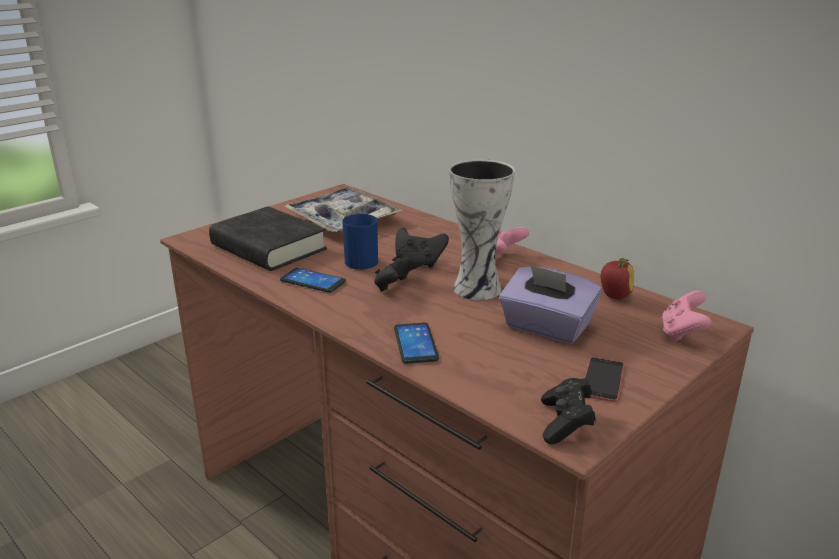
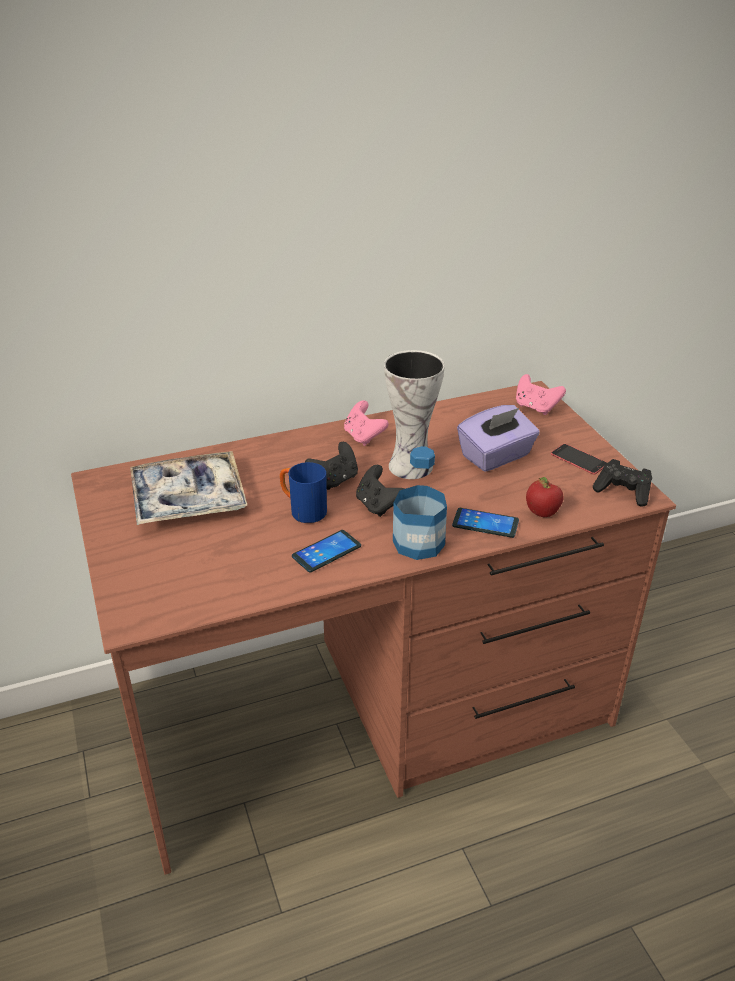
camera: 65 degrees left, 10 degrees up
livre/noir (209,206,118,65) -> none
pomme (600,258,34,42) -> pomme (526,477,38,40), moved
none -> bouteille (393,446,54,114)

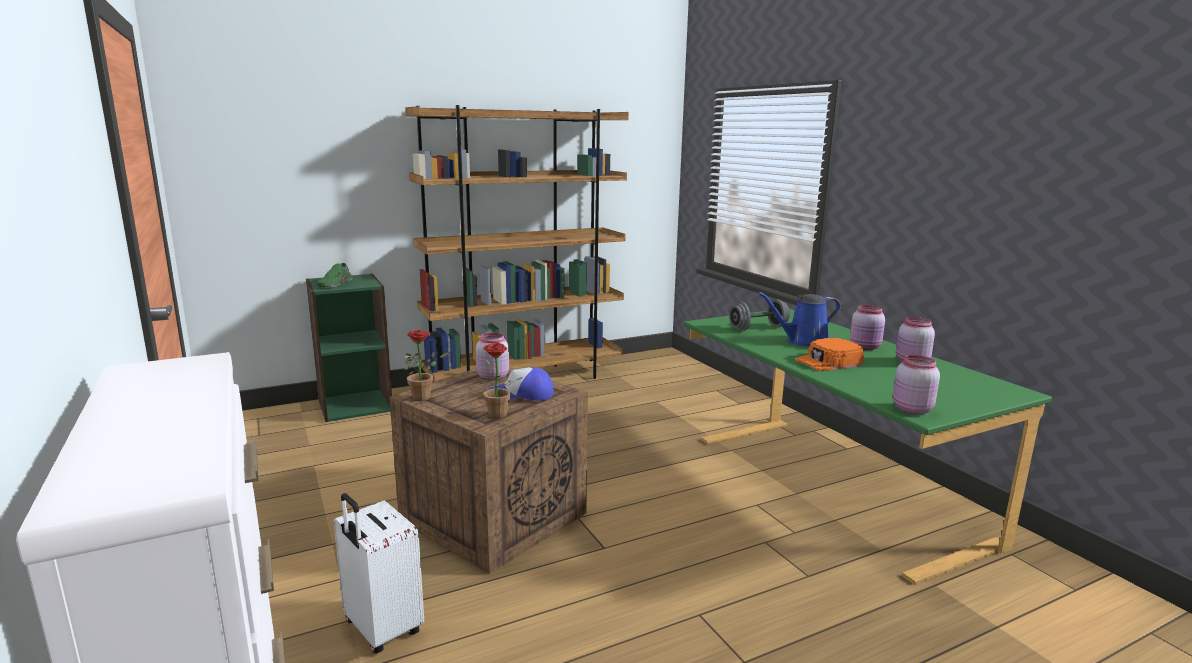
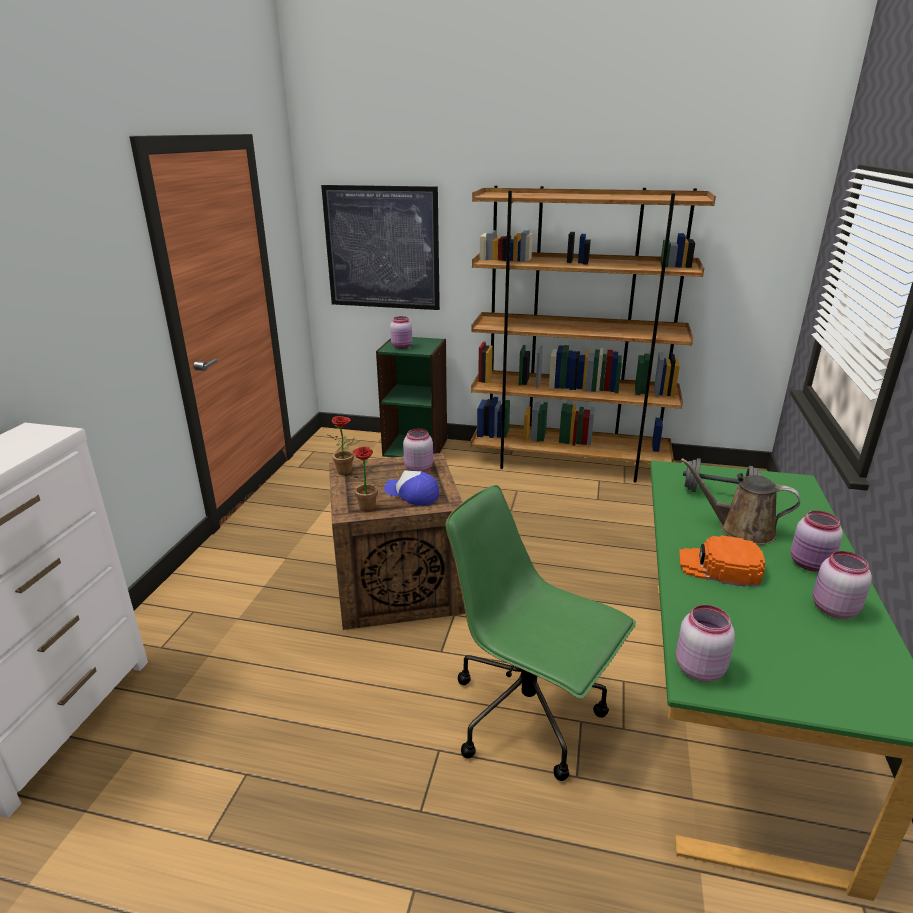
camera: 40 degrees right, 10 degrees up
chaussure/vert (317,263,36,24) -> bocal/rose (390,316,22,33)
valise/blanc (334,493,90,161) -> none
arrosoir/bleu (758,292,83,55) -> arrosoir/marron (681,458,119,87)
none -> tableau (321,185,119,125)
none -> chaise de bureau/vert (445,485,191,296)

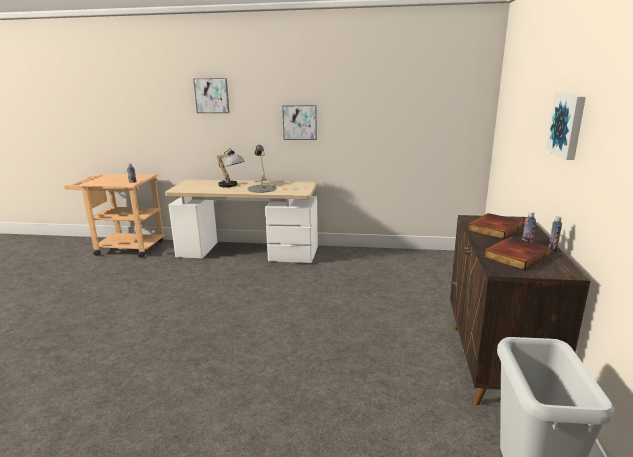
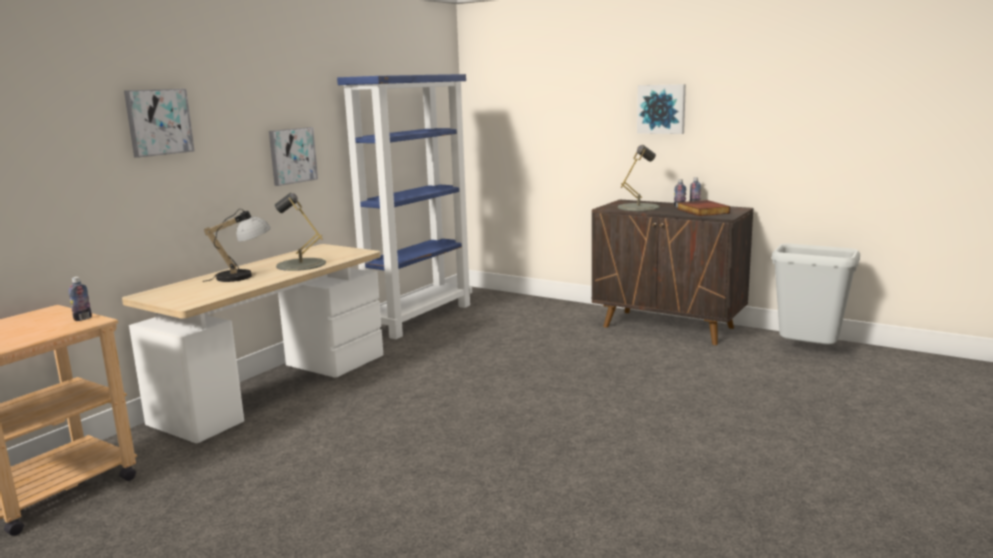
camera: 65 degrees left, 5 degrees down
livre (468,213,54,26) -> lampe de table/gris (618,145,42,66)
none -> bibliothèque/bleu (337,74,135,265)

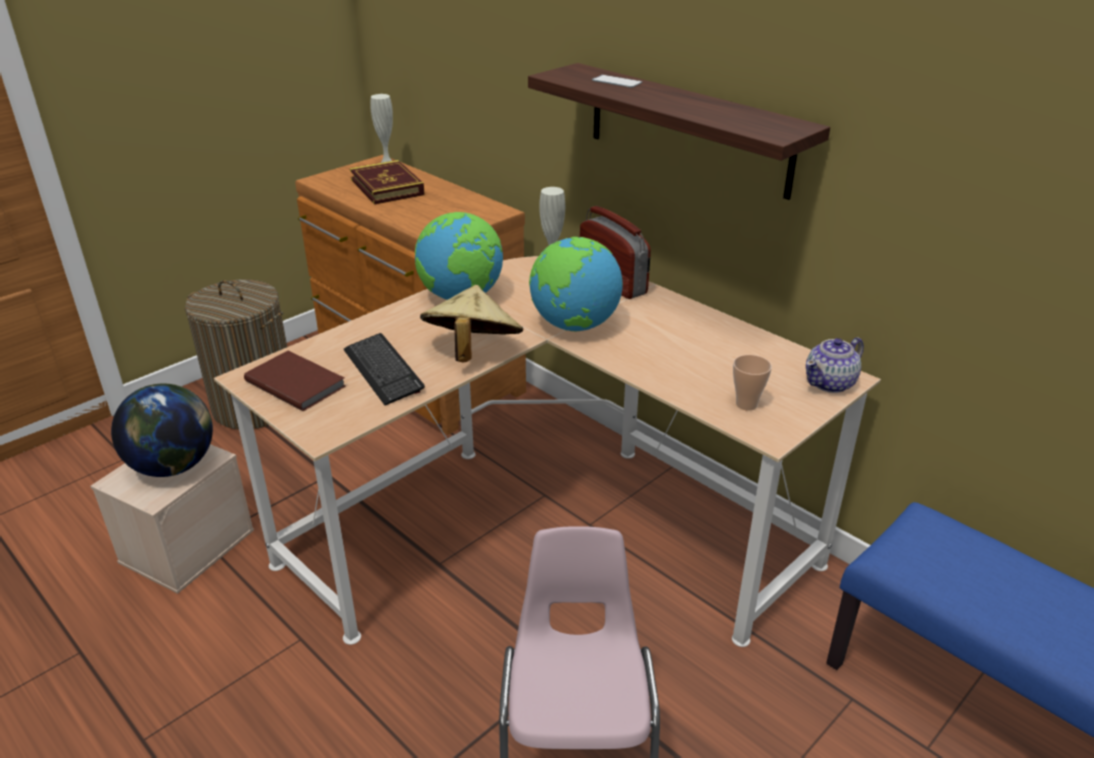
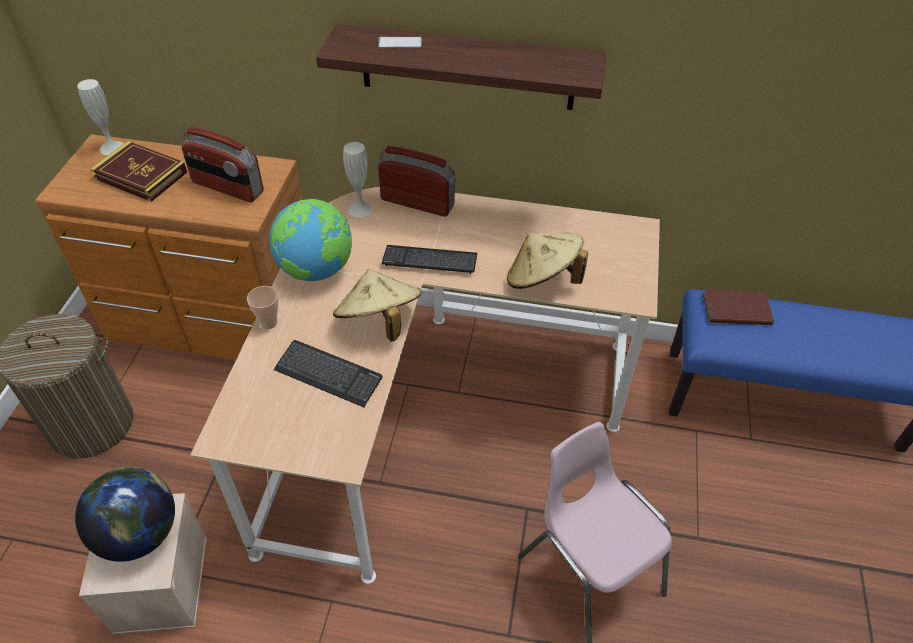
camera: 35 degrees left, 15 degrees up
livre/marron (244,350,102,61) -> livre/marron (703,289,71,36), moved
globe (529,237,94,94) -> clavier (382,245,95,29)
tasse (733,355,39,55) -> tasse (247,286,32,43), moved
théière (806,337,58,56) -> none
none -> radio (182,127,82,75)
none -> chapeau/beige (507,233,81,56)

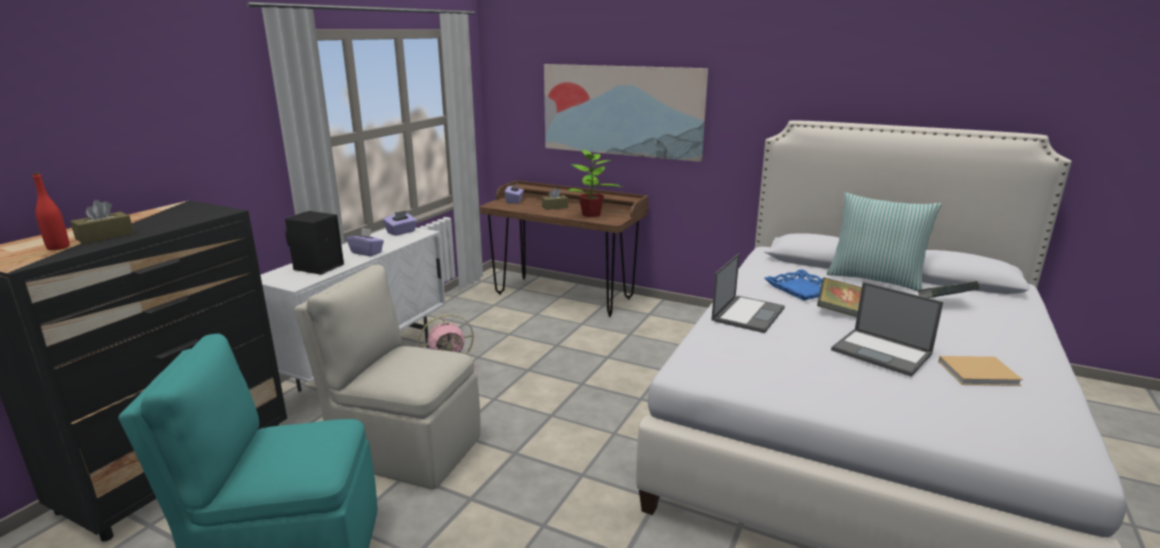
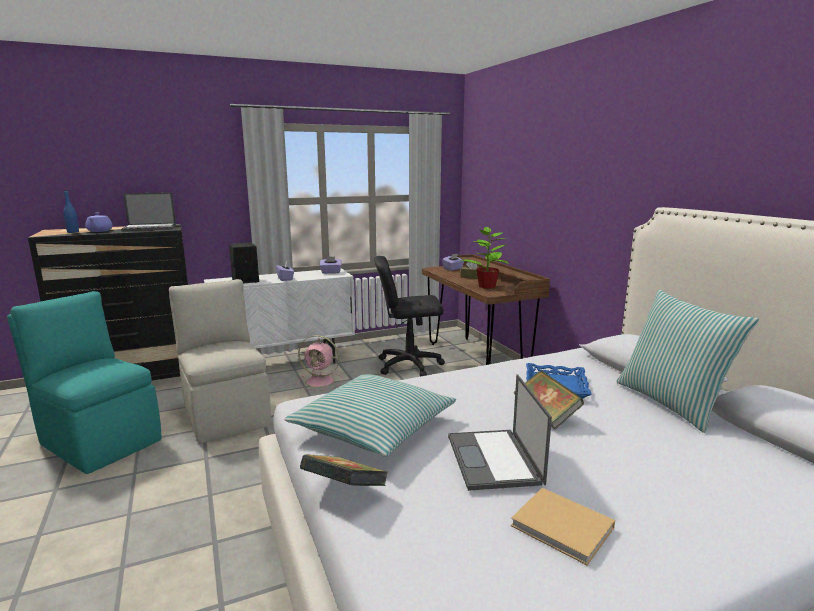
camera: 40 degrees right, 5 degrees down
bouteille/rouge (33,172,36,78) -> bouteille/bleu (64,190,15,43)
boîte à mouchoirs/marron (70,200,64,44) -> théière/violet (85,212,28,20)
tableau (544,64,164,98) -> none
ordinateur portable (711,253,74,80) -> ordinateur portable (121,192,55,39), moved
livre (916,281,63,17) -> livre (300,454,88,32), moved
none -> coussin (284,374,172,83)
none -> chaise de bureau/noir (374,256,71,121)

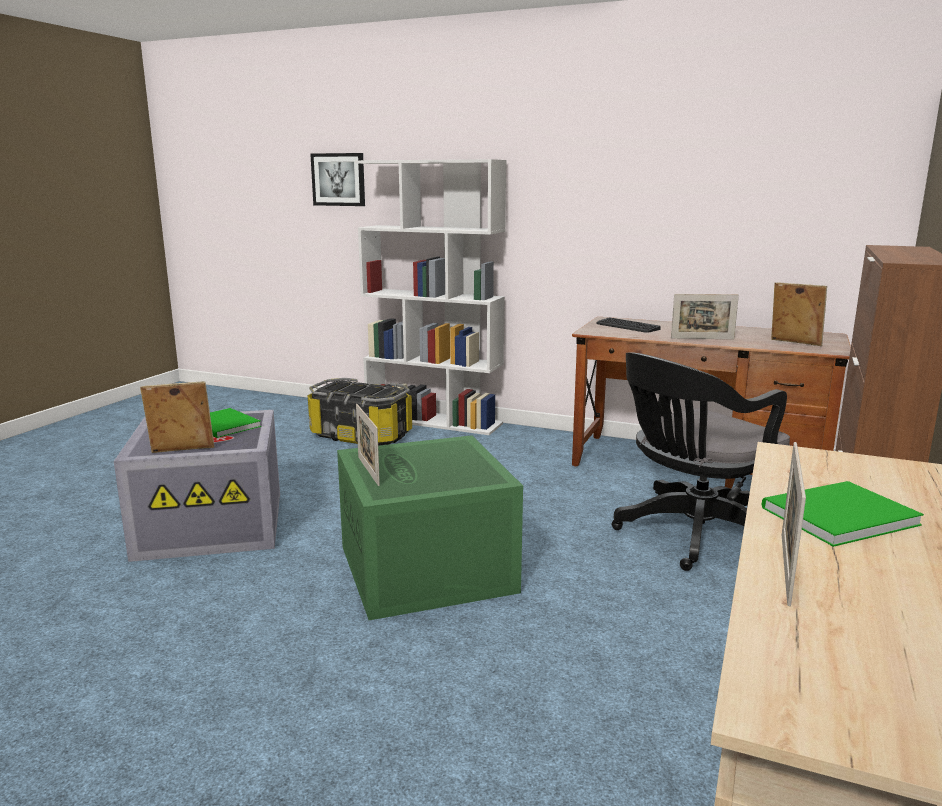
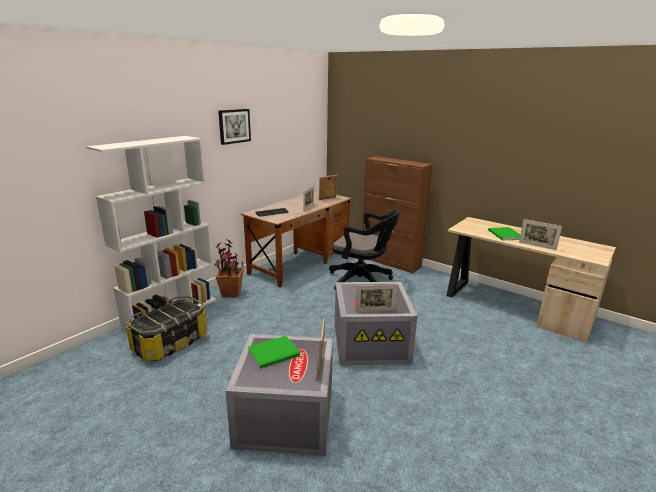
camera: 75 degrees left, 5 degrees up
tableau (310,153,55,53) -> tableau (218,109,33,36), moved
boîte de rangement/vert (337,435,186,185) -> boîte de rangement/gris (335,282,82,83)
chaise de bureau/noir (612,353,179,218) -> chaise de bureau/noir (329,210,71,80), 45 degrees counterclockwise
none -> plante en pot (215,240,29,57)

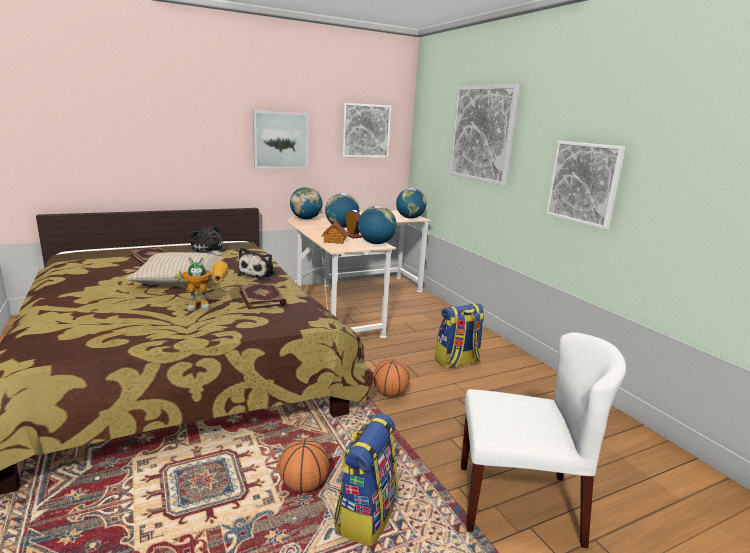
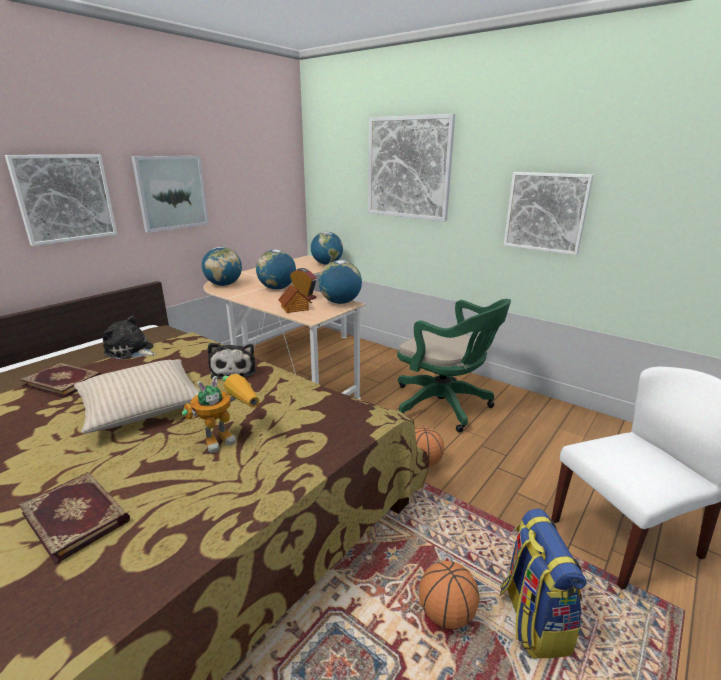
camera: 25 degrees left, 5 degrees up
livre (239,283,48,26) -> livre (19,472,111,92), moved
tableau (342,103,49,55) -> tableau (5,154,112,92), moved
sac à dos (435,304,50,65) -> chaise de bureau/vert (397,299,114,134)

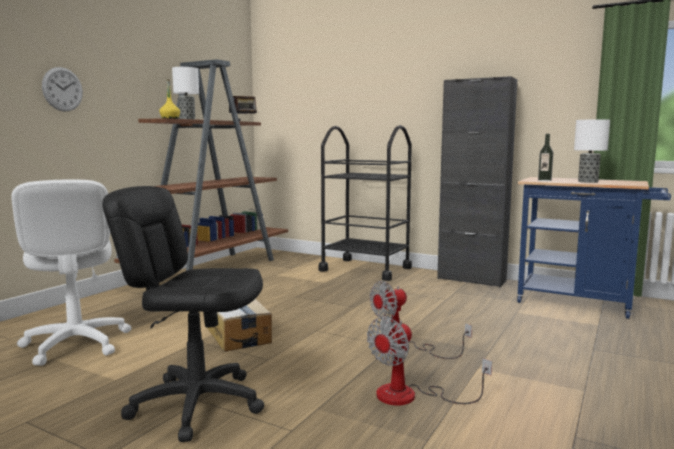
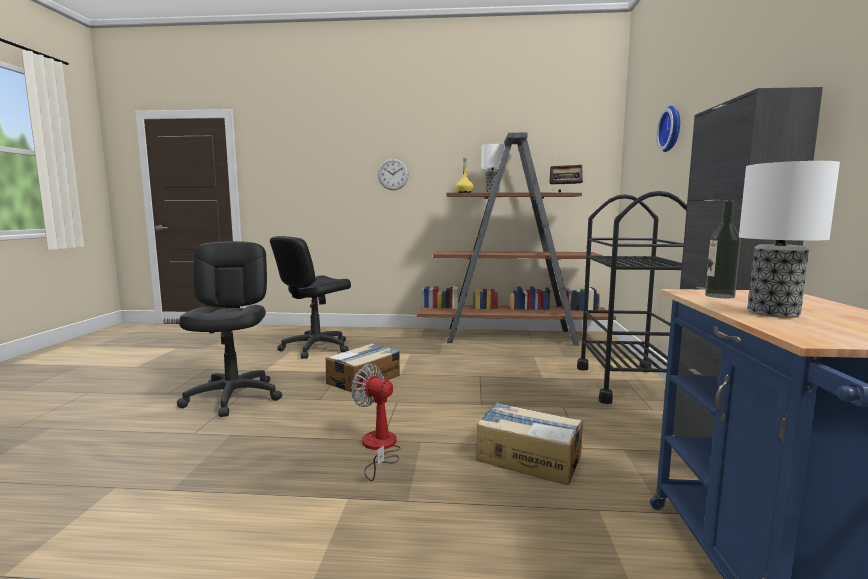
camera: 65 degrees right, 0 degrees up
chaise de bureau/blanc (11,180,120,186) -> chaise de bureau/noir (270,236,81,123)
ventilateur (367,317,125,88) -> none
none -> carton (475,402,108,83)
none -> horloge murale (656,106,24,46)

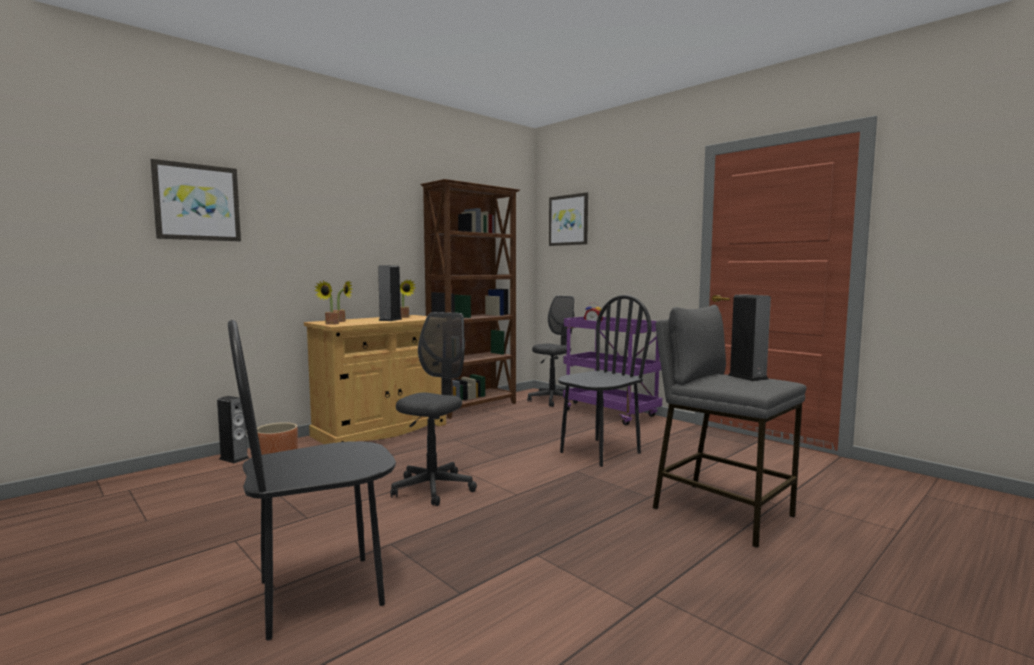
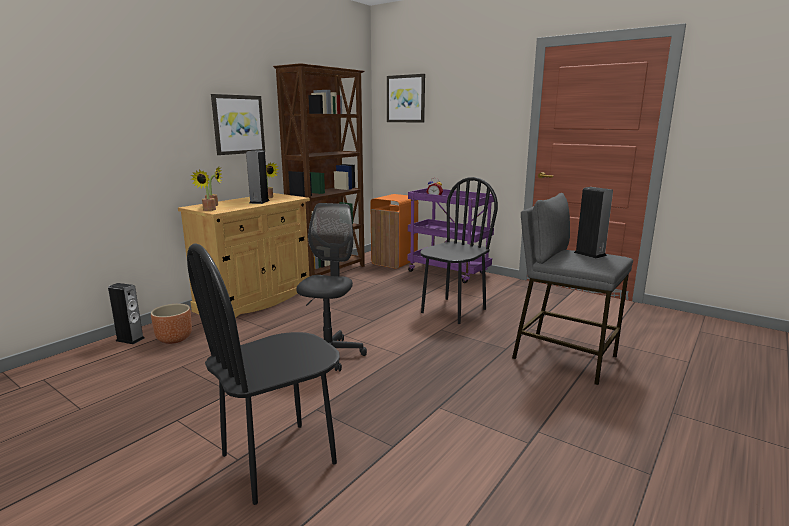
camera: 10 degrees left, 10 degrees up
tableau (151,159,90,82) -> tableau (211,94,54,61), moved
chaise de bureau/gris (527,296,51,111) -> poubelle/orange (370,194,48,75)

